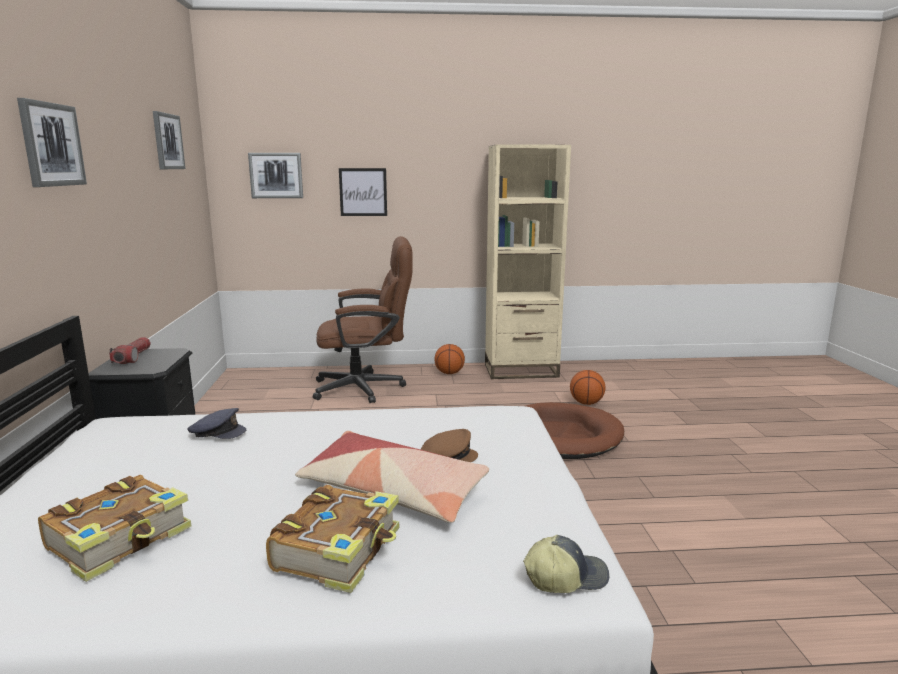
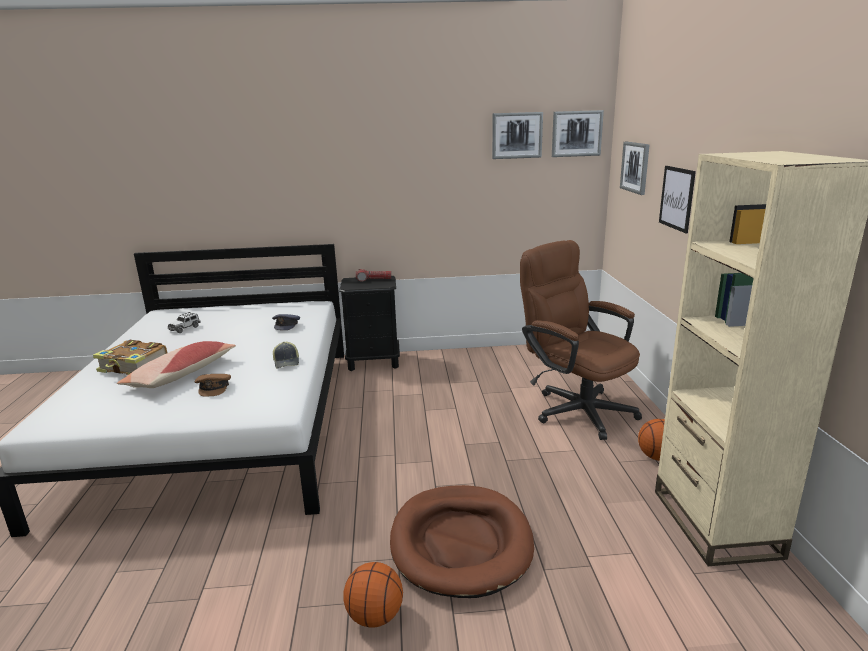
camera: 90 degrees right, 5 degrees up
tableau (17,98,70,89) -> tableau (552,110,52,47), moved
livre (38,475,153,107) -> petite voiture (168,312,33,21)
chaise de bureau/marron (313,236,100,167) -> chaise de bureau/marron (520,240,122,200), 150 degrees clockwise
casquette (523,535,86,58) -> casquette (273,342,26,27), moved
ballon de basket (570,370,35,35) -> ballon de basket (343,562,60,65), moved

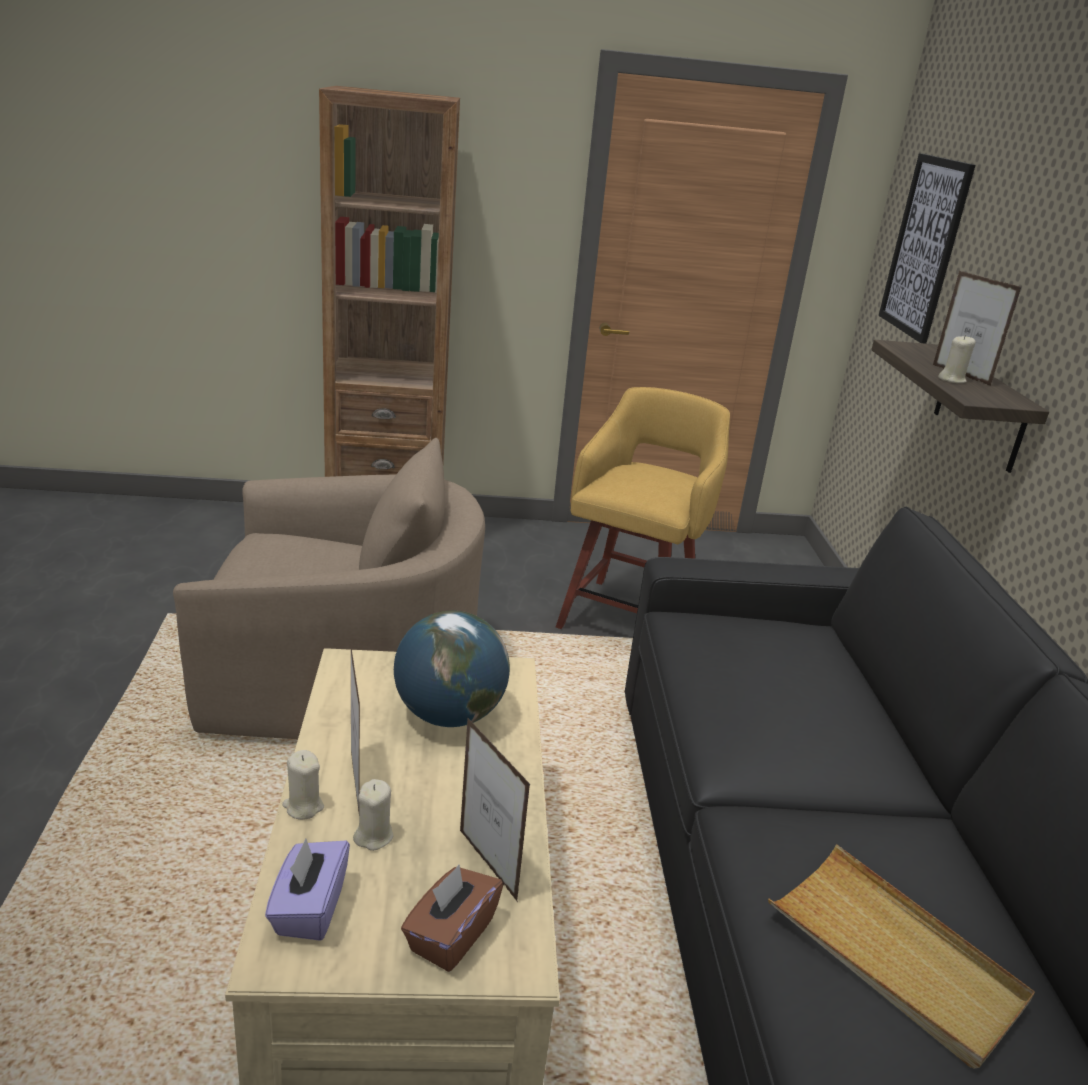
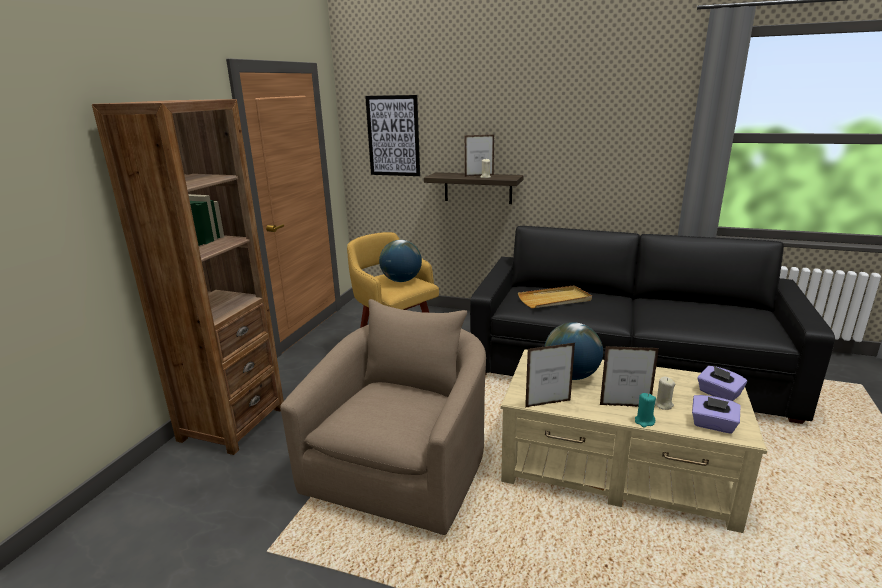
camera: 65 degrees left, 5 degrees down
bougie/beige (282,750,42,70) -> bougie/turquoise (635,393,21,34)
boîte à mouchoirs/marron (401,865,102,107) -> boîte à mouchoirs/violet (697,366,50,35)
cadre photo (460,718,70,184) -> cadre photo (525,343,50,65), moved
plateau/beige (768,844,267,225) -> plateau/beige (518,285,74,23), moved
none -> globe (379,240,43,42)

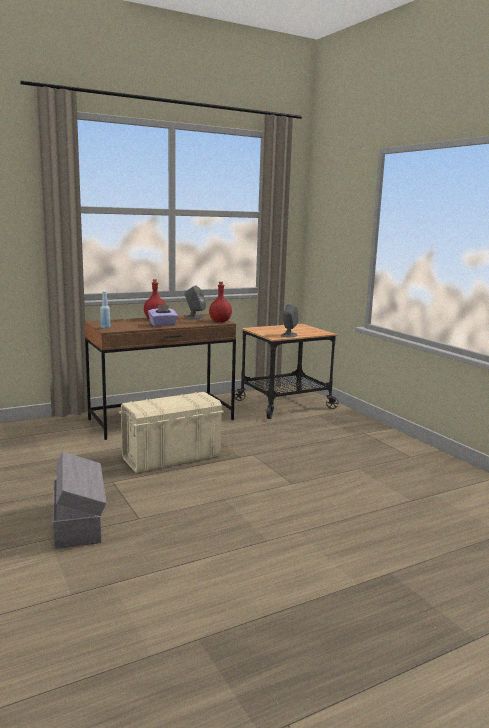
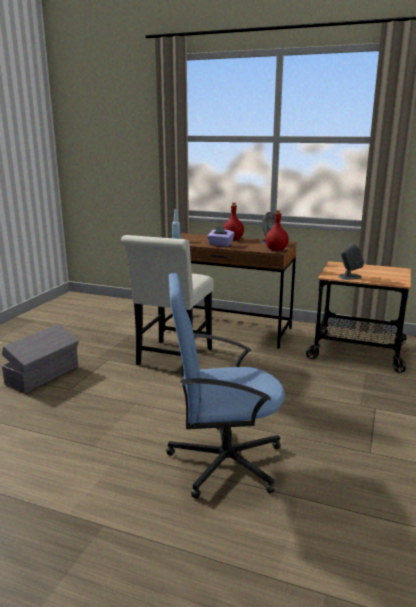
camera: 50 degrees right, 5 degrees up
boîte de rangement/beige (119,392,105,81) -> chaise/blanc (121,235,93,130)
none -> chaise de bureau/bleu (166,273,119,226)

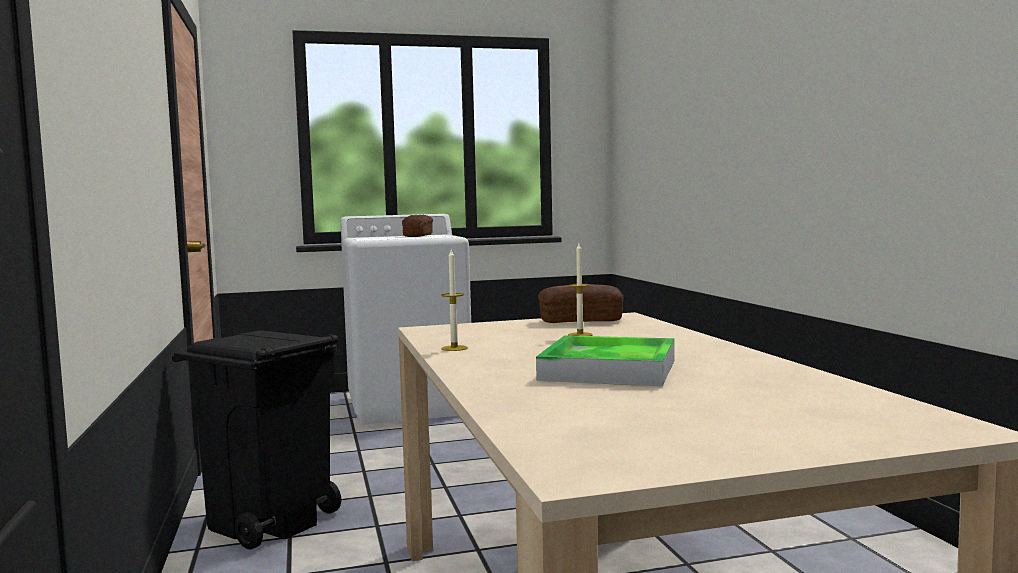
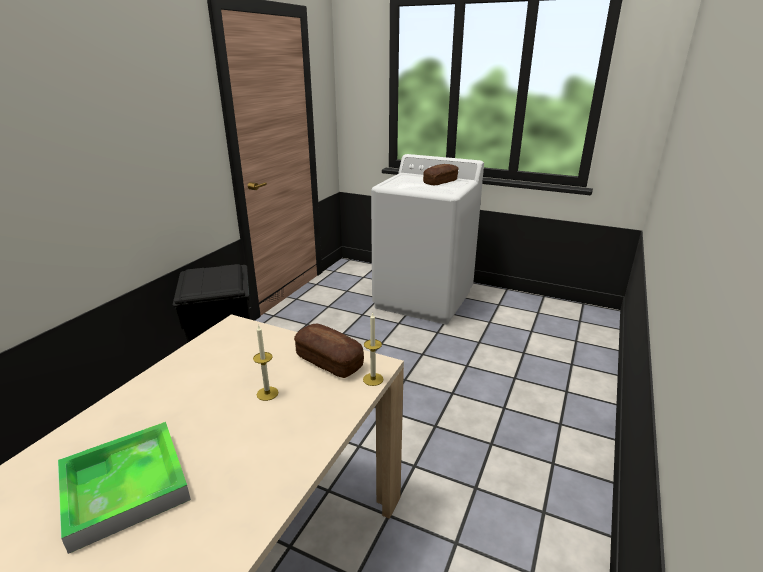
camera: 40 degrees right, 20 degrees up
bougie (441,250,27,101) -> bougie (363,312,20,74), moved

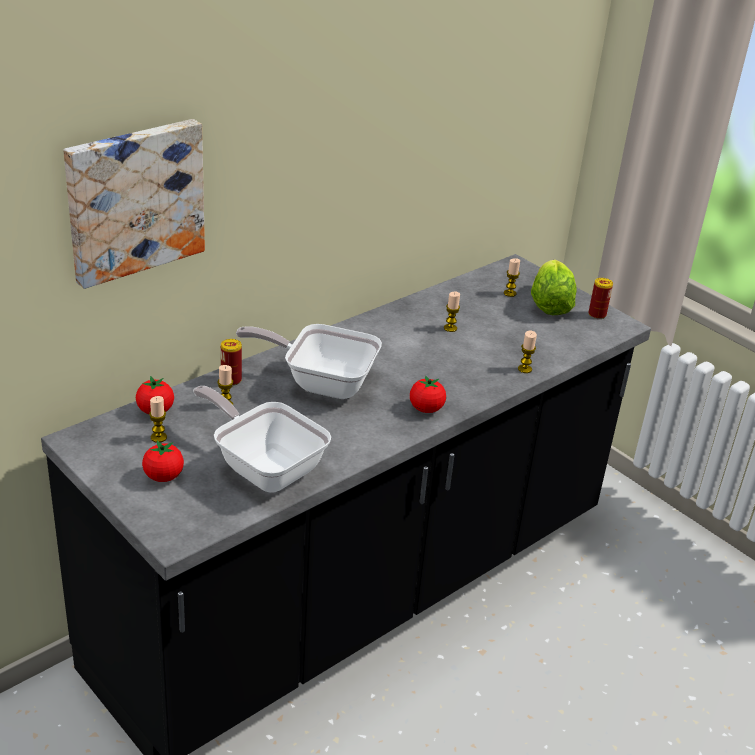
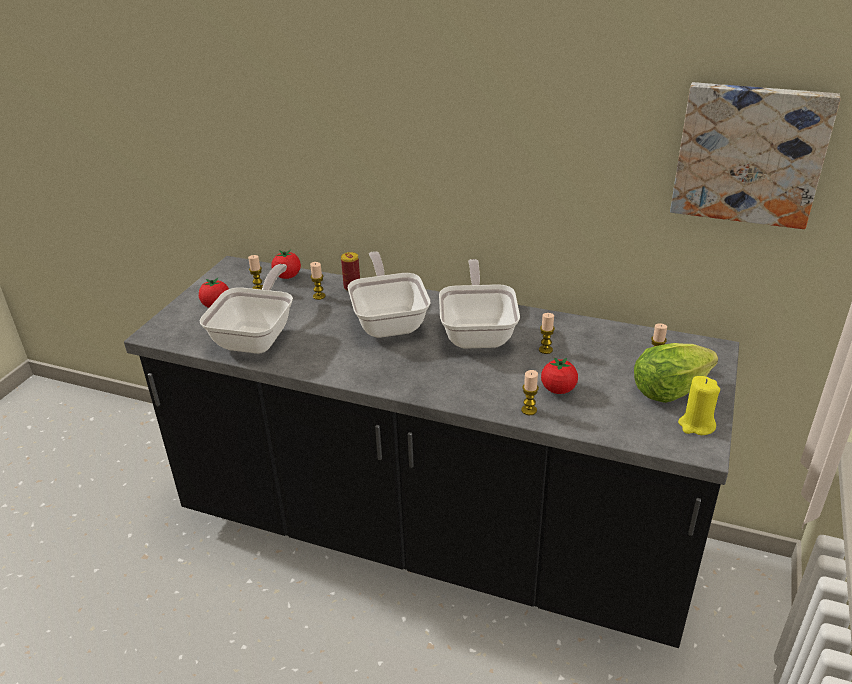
camera: 65 degrees right, 0 degrees up
tableau (63,119,142,170) -> tableau (670,82,171,147), moved
tomate (410,375,36,38) -> tomate (541,357,37,37), moved
boîte métallique (589,278,24,41) -> bougie/jaune (678,376,42,59)
none -> poêle (439,259,81,90)

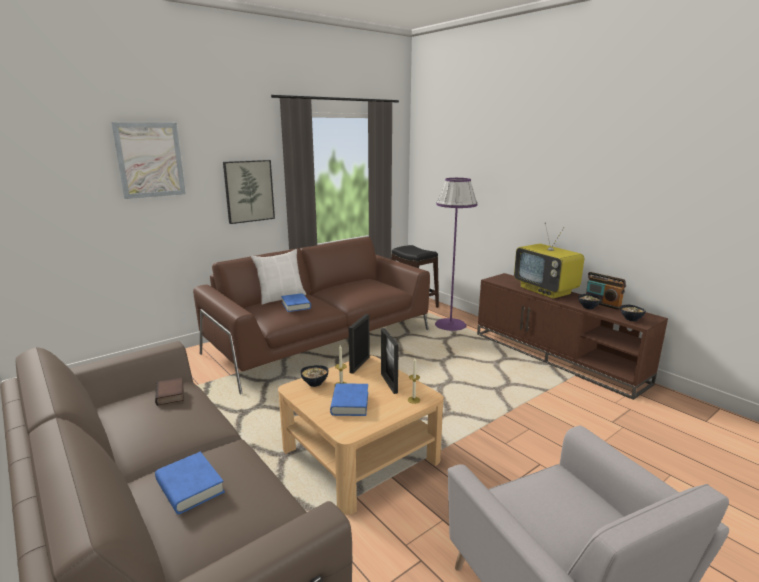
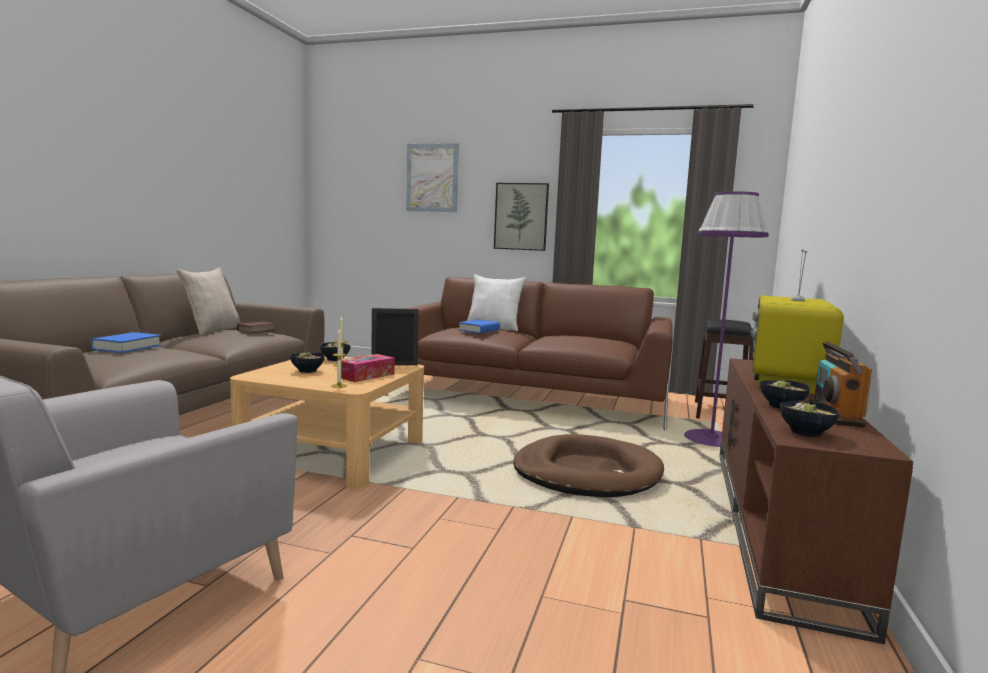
camera: 55 degrees right, 10 degrees down
livre/bleu (330,383,38,33) -> bol (290,352,35,21)
cadre photo (381,328,18,66) -> boîte à mouchoirs (341,354,54,28)
none -> coussin/beige (176,267,65,69)
none -> panier pour chien/marron (513,434,151,63)

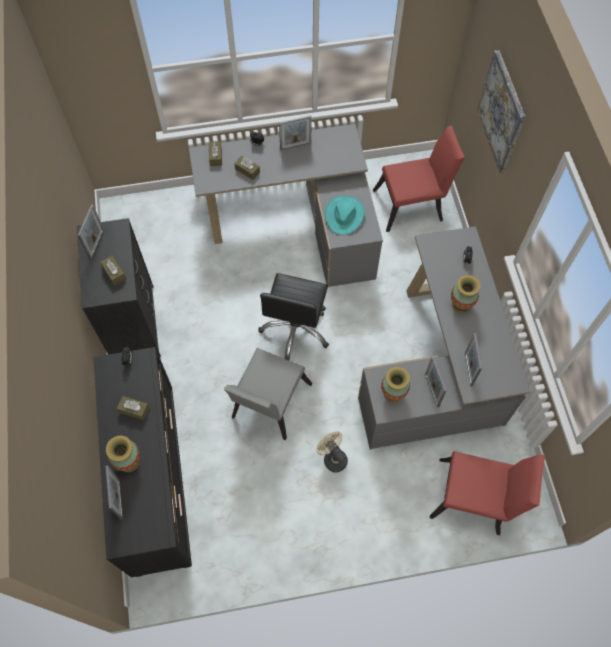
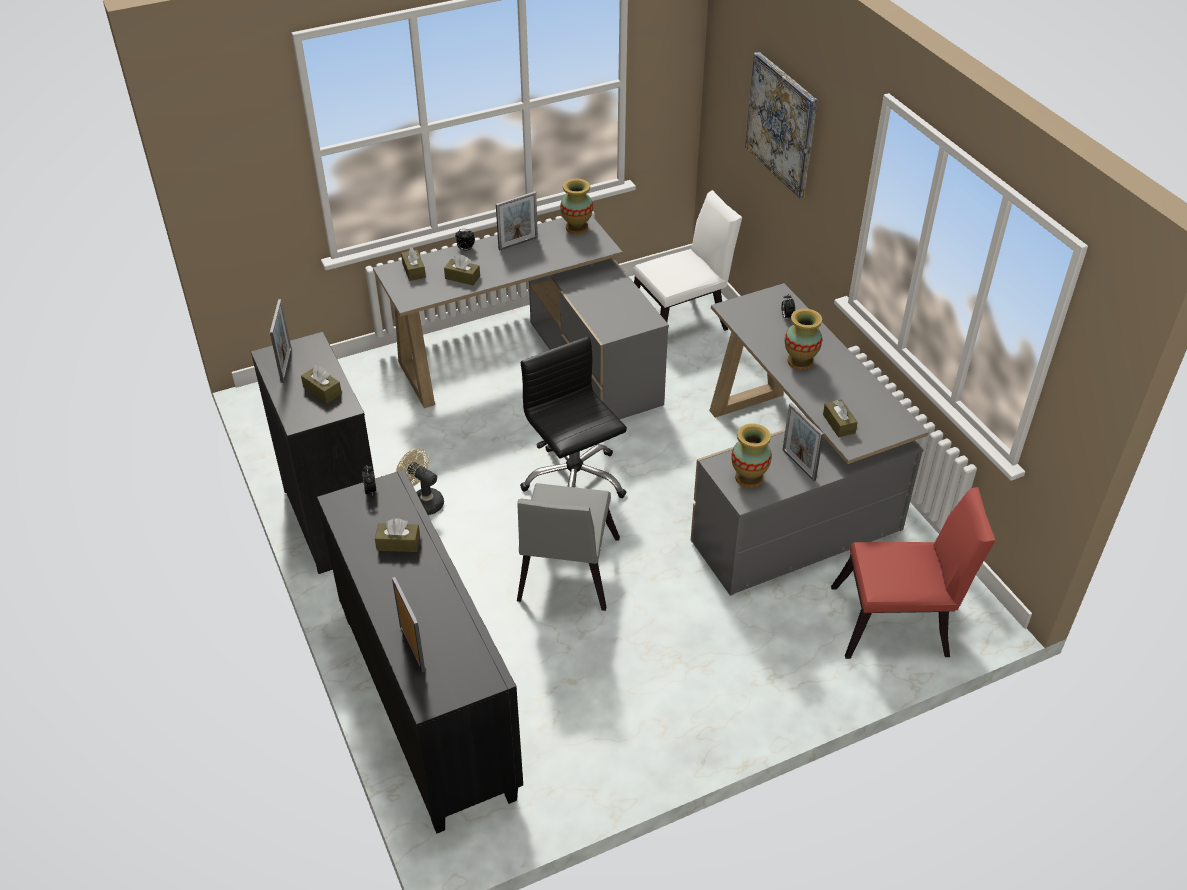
camera: 15 degrees left, 20 degrees down
vase (106,436,34,36) -> vase (560,179,33,55), moved
chaise de bureau/noir (258,273,71,87) -> chaise de bureau/noir (520,336,107,162), 150 degrees clockwise
ventilateur/beige (316,431,32,42) -> ventilateur/beige (396,448,48,67), moved
chapeau/turquoise (325,196,40,39) -> none
chaise/rouge (373,125,92,107) -> chaise/blanc (633,190,109,141)
cadre photo (465,333,17,53) -> boîte à mouchoirs/marron (823,400,35,37)

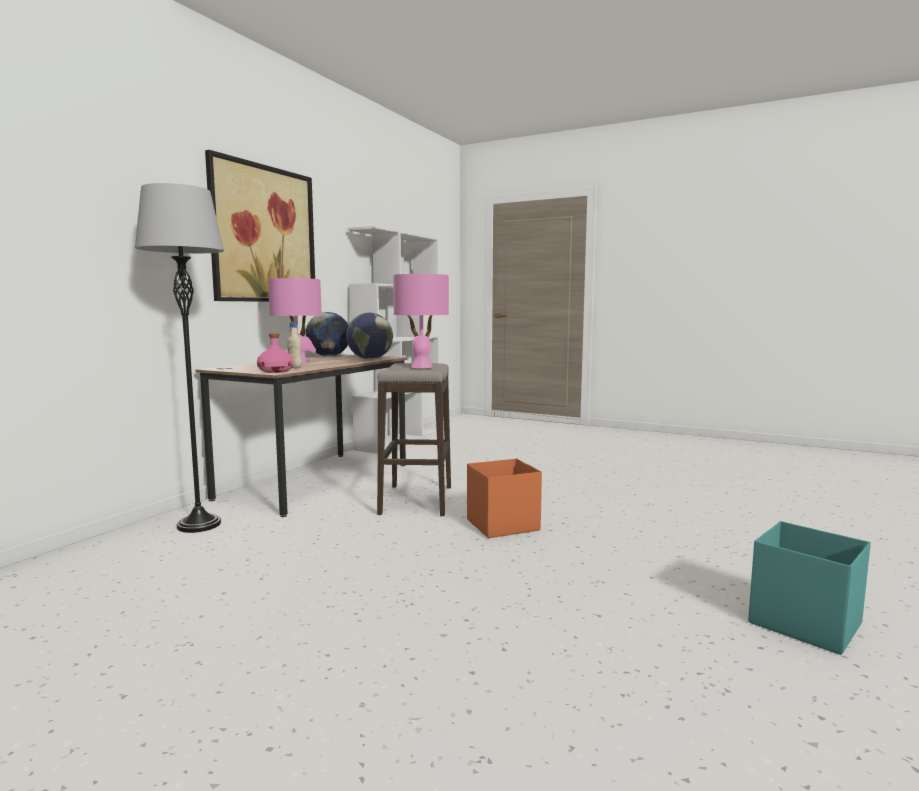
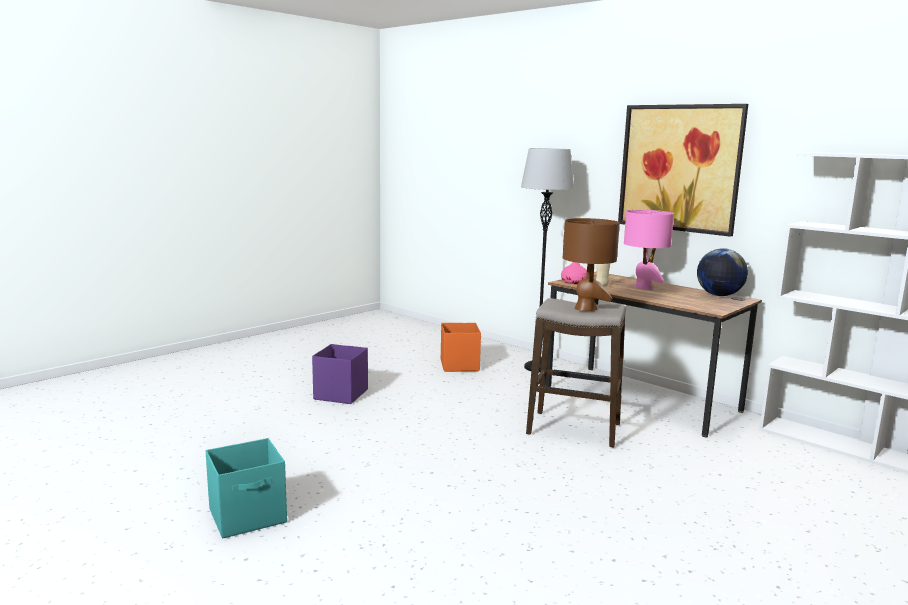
camera: 105 degrees right, 5 degrees up
globe (346,313,47,46) -> none
lampe de table/rose (393,274,56,94) -> lampe de table/marron (563,218,57,93)
boîte de rangement/orange (467,459,75,79) -> boîte de rangement/orange (441,323,40,49), moved
none -> boîte de rangement/violet (312,344,56,60)

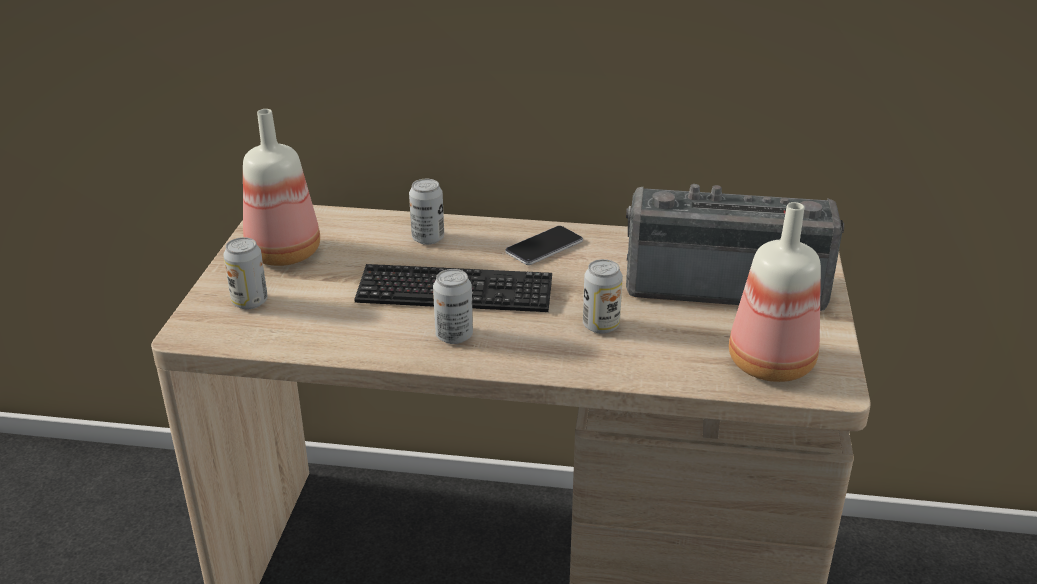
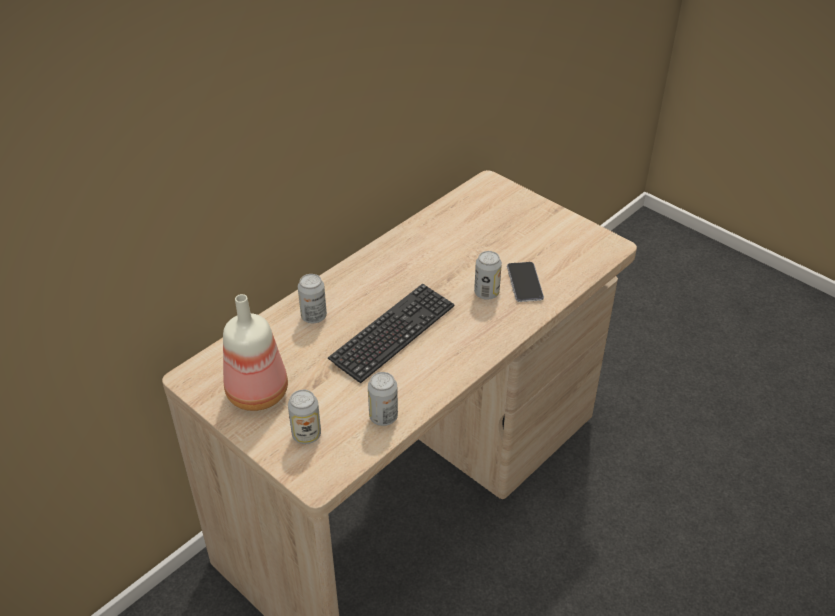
camera: 55 degrees left, 10 degrees up
boîte métallique (433,269,40,75) -> boîte métallique (368,372,30,54), moved
téléphone (505,226,78,39) -> téléphone (507,262,37,40), moved
radio (626,184,218,127) -> none
bouteille (729,202,92,180) -> none

